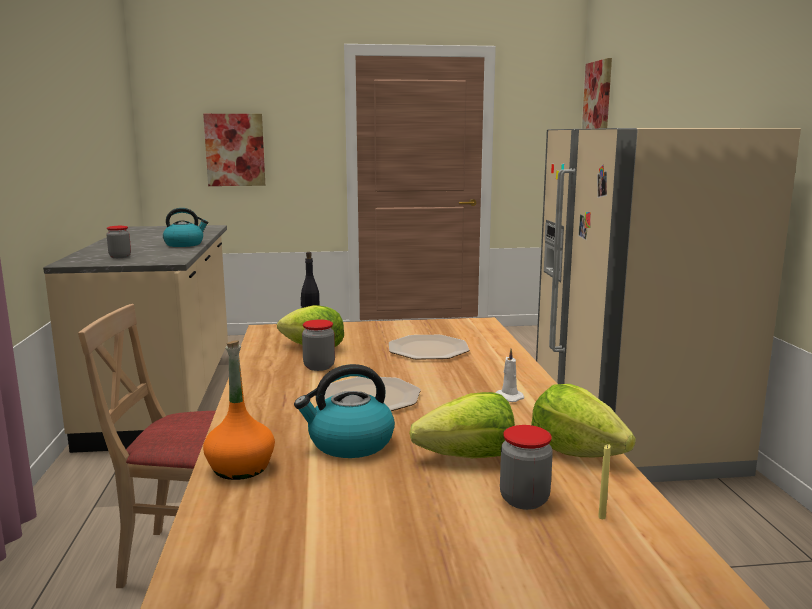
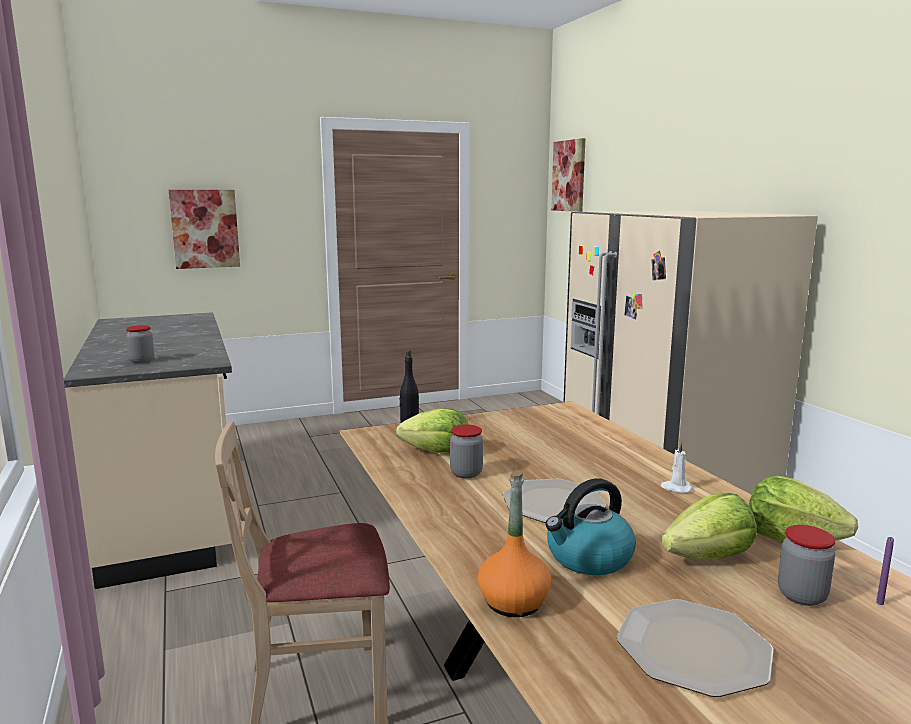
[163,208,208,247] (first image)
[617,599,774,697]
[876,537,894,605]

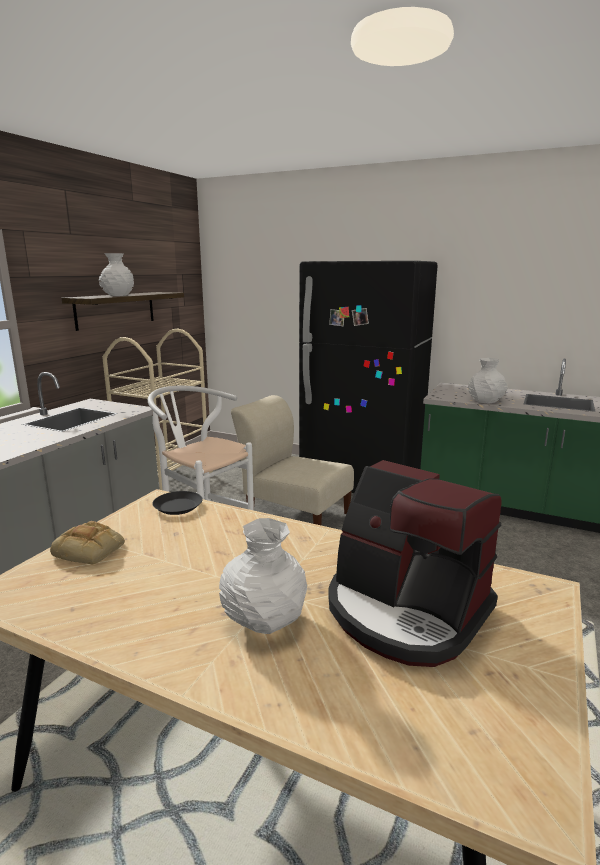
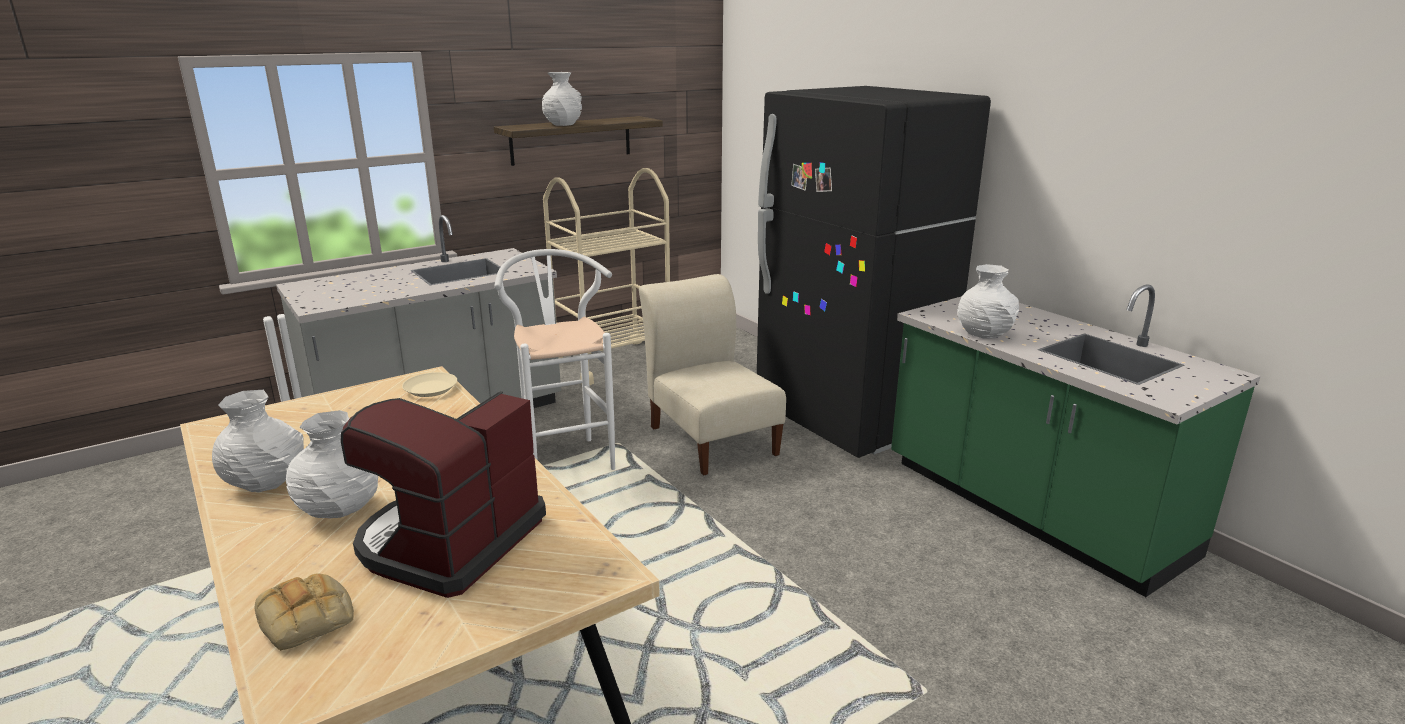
[212,390,304,492]
[254,574,354,651]
[402,372,457,397]
[341,391,546,598]

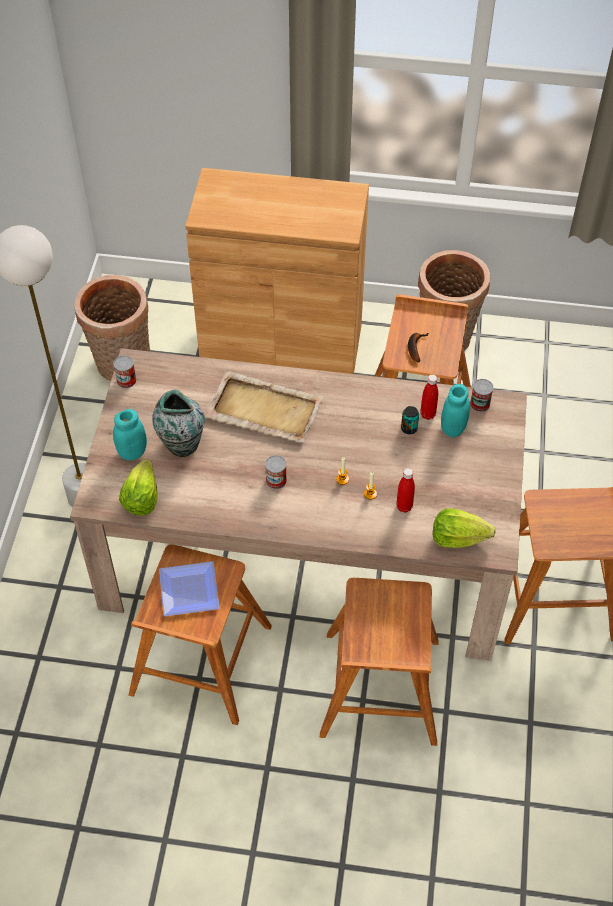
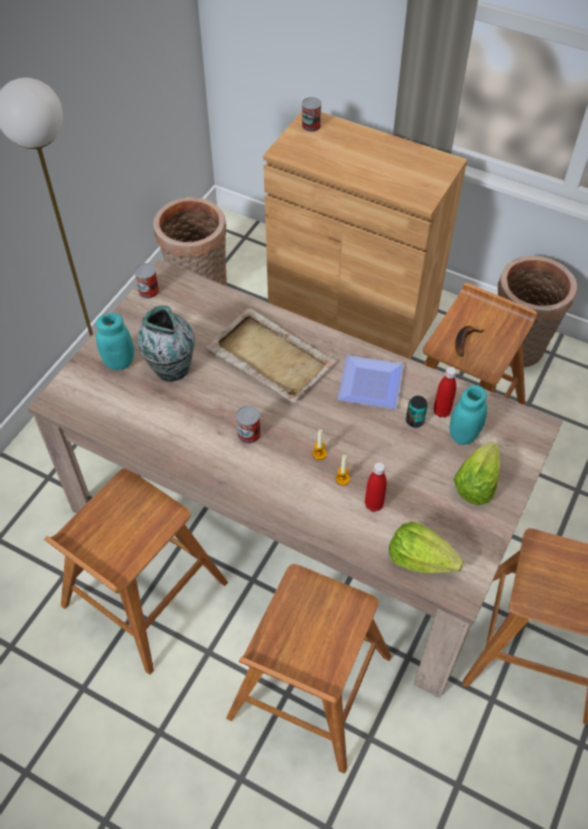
[453,442,500,505]
[338,355,404,409]
[302,97,322,132]

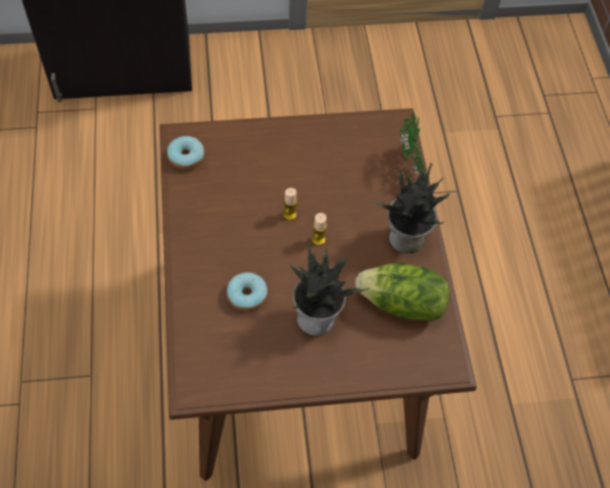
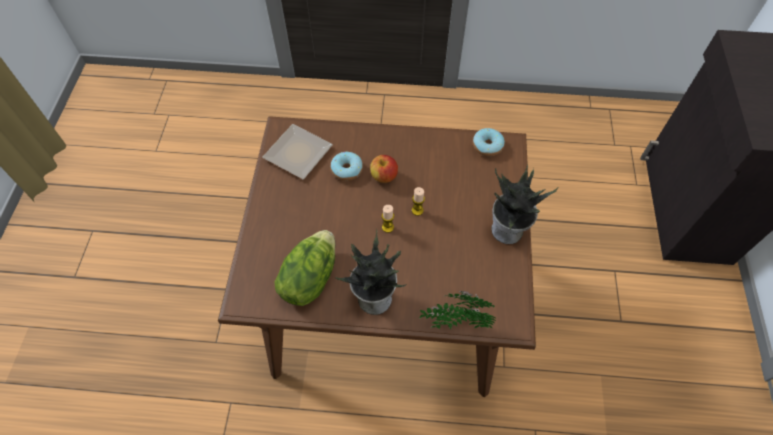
[262,124,333,179]
[370,155,398,183]
[491,164,558,244]

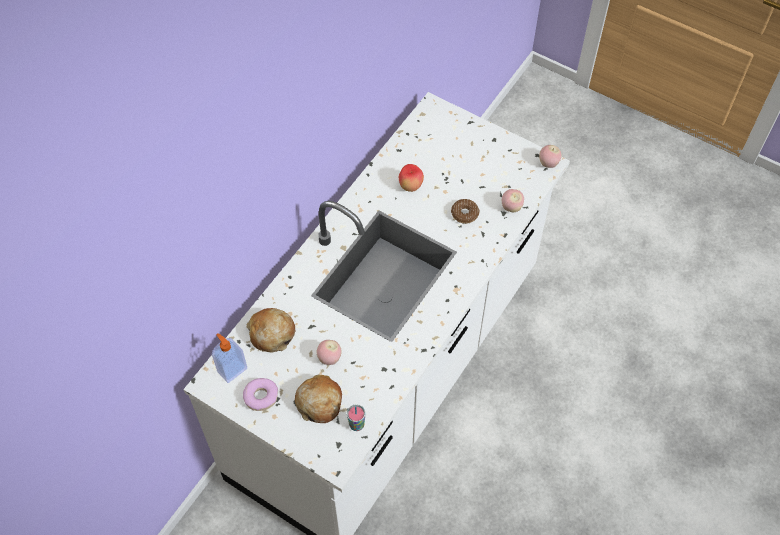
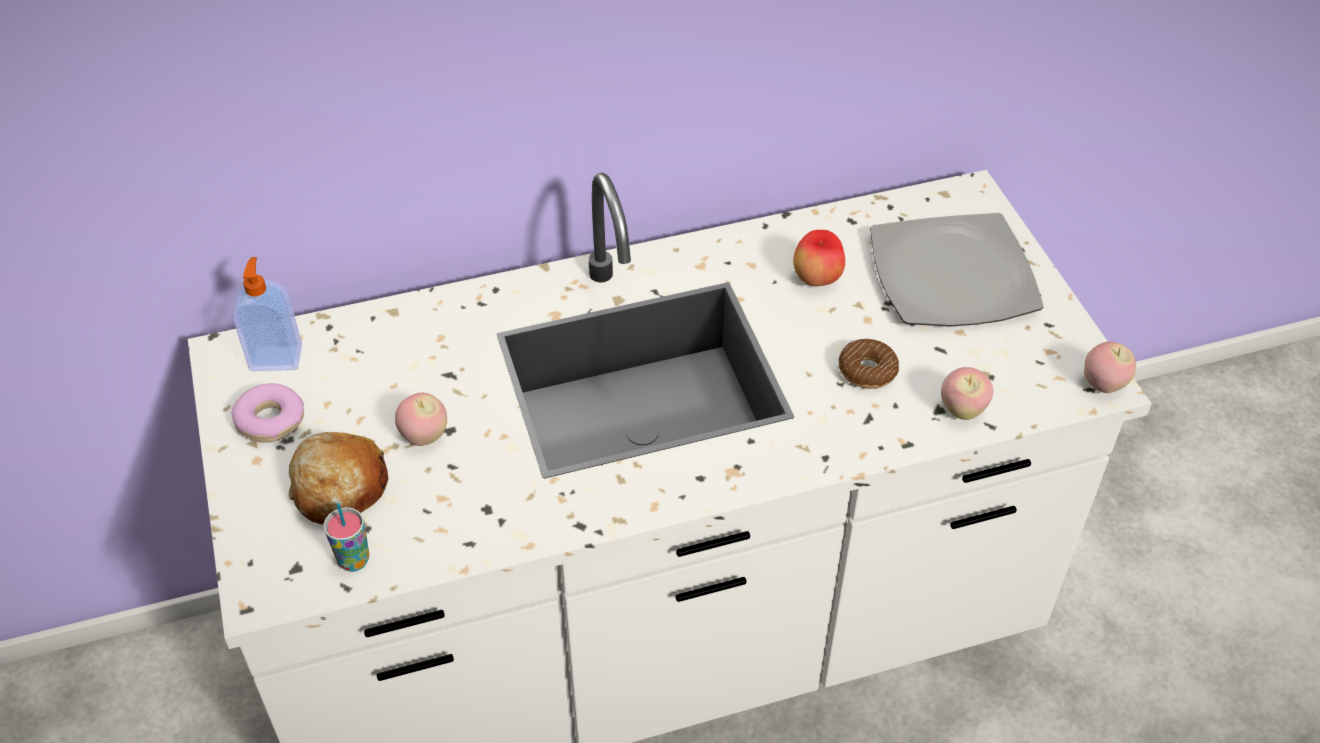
[246,308,295,352] (first image)
[870,213,1044,327]

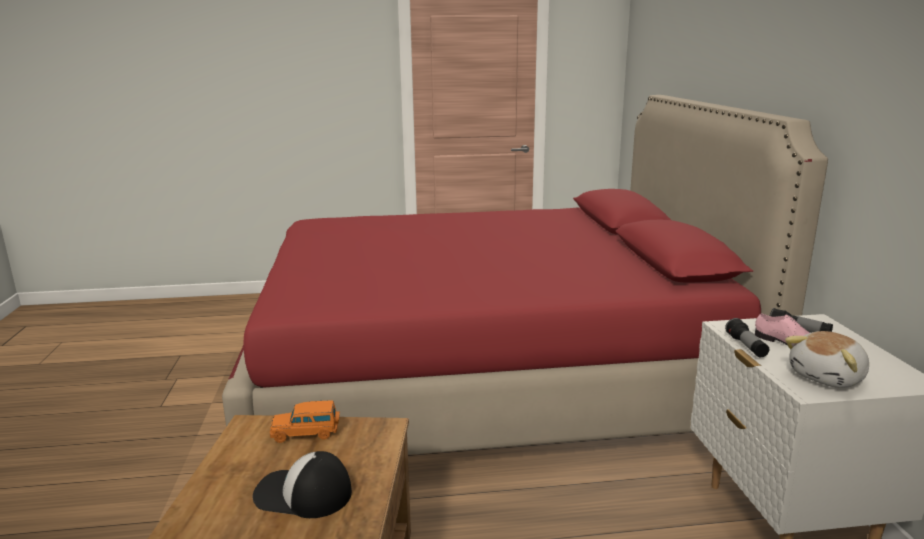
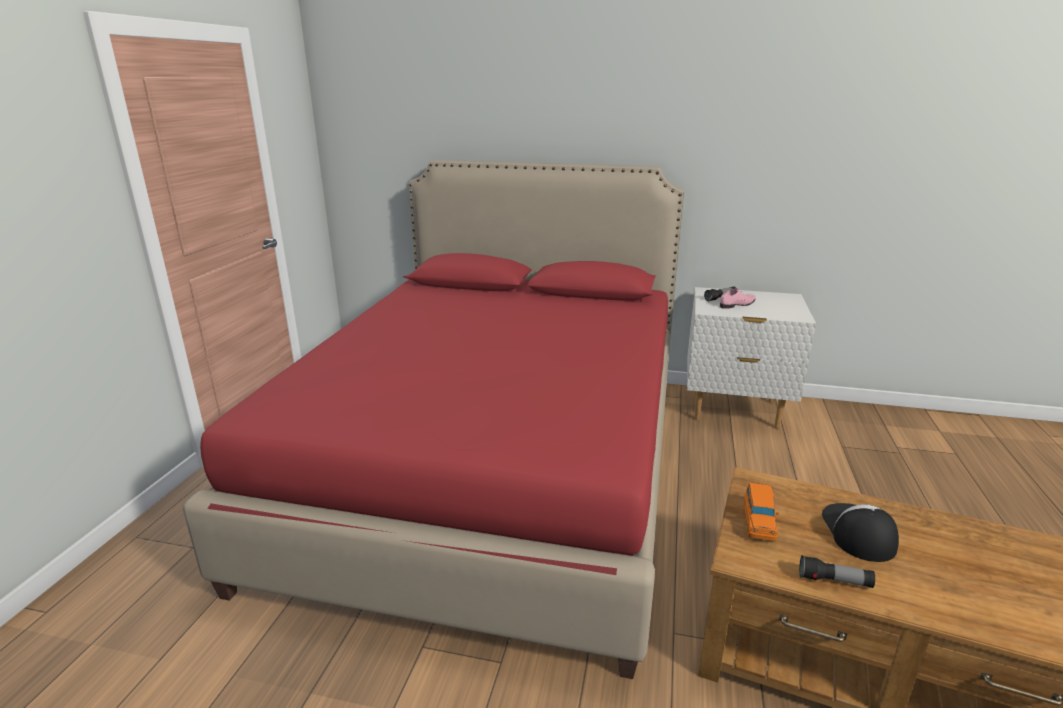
[785,331,869,388] (first image)
[799,555,875,588]
[822,503,899,562]

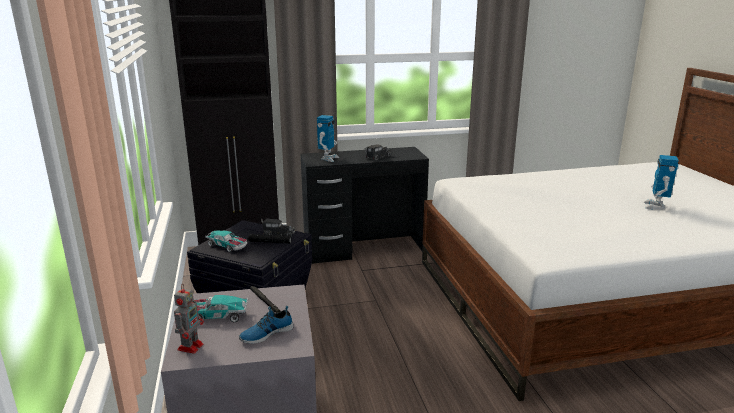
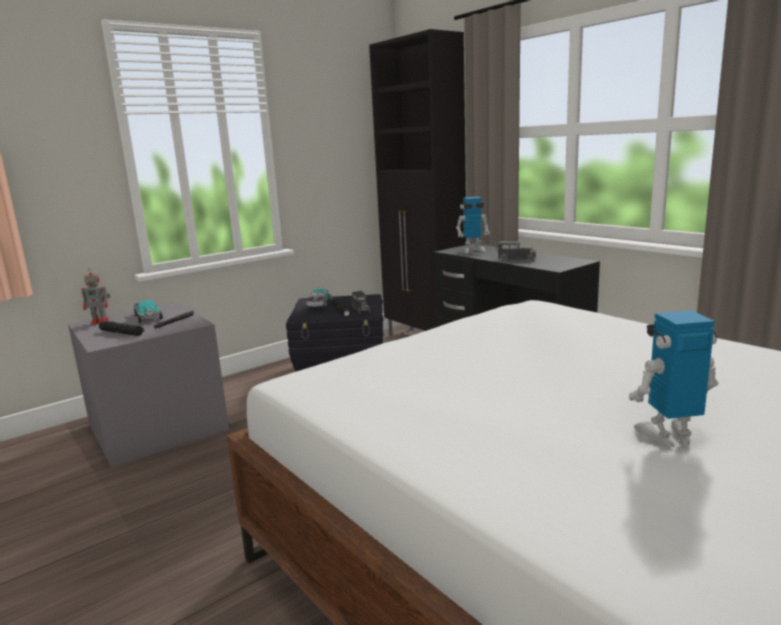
[99,321,144,336]

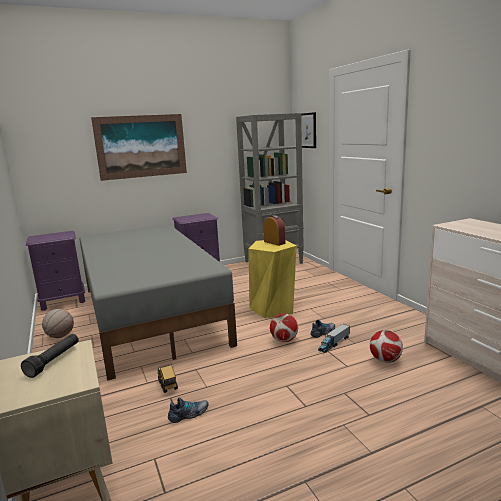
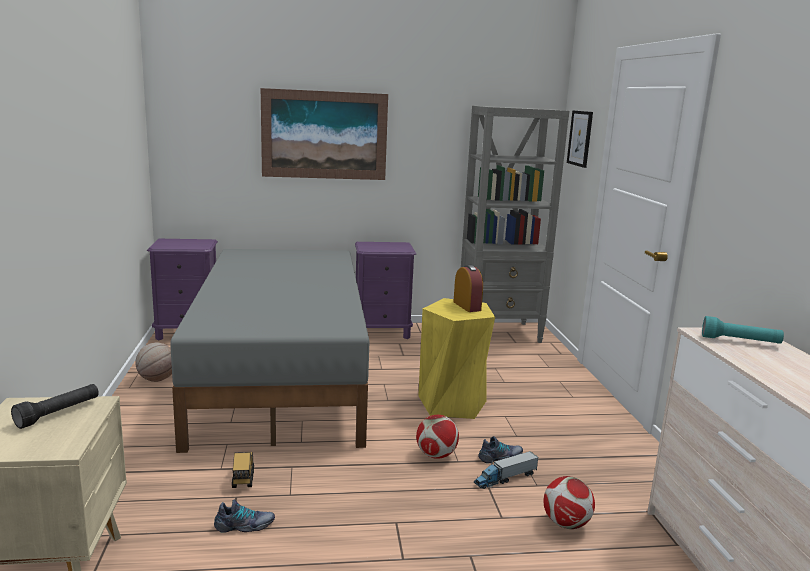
[702,316,784,344]

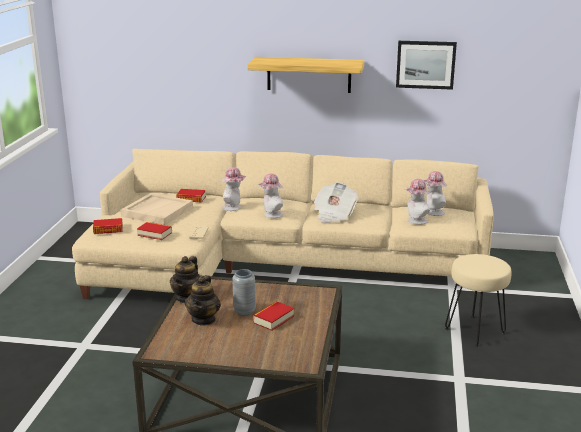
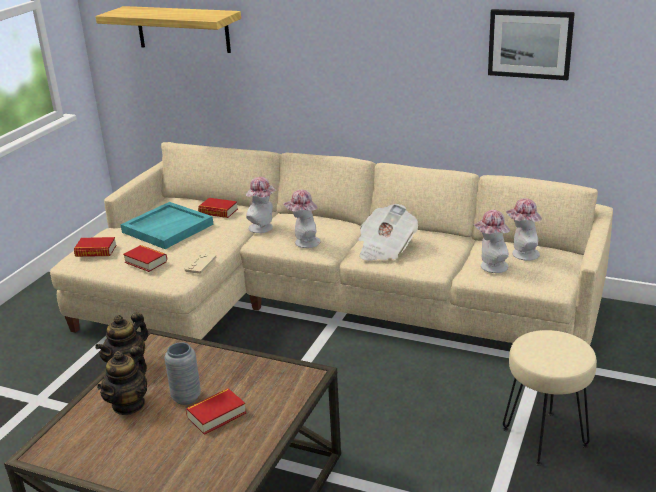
[95,6,241,53]
[120,202,213,249]

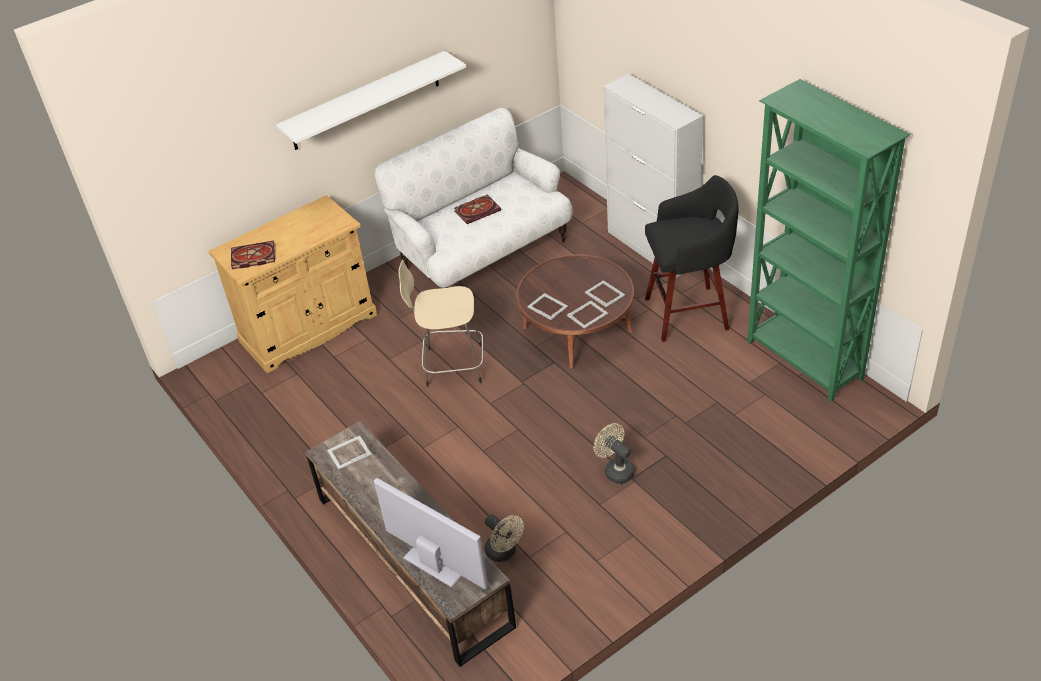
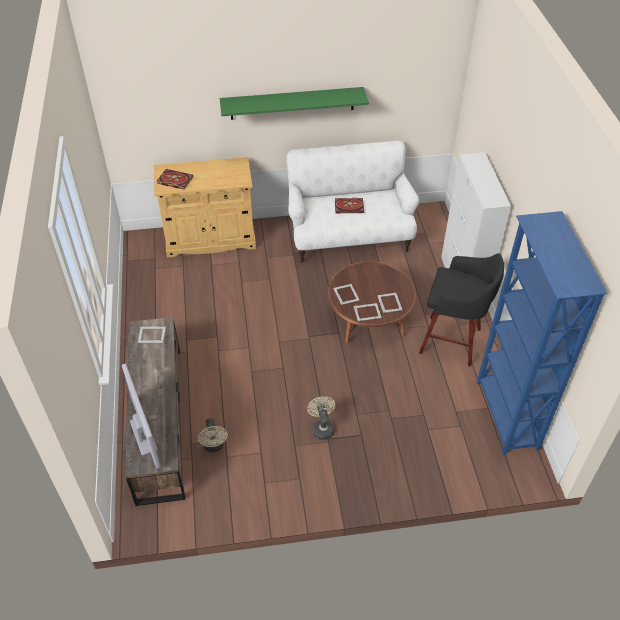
[398,260,483,387] (first image)
[220,87,369,120]
[477,211,608,455]

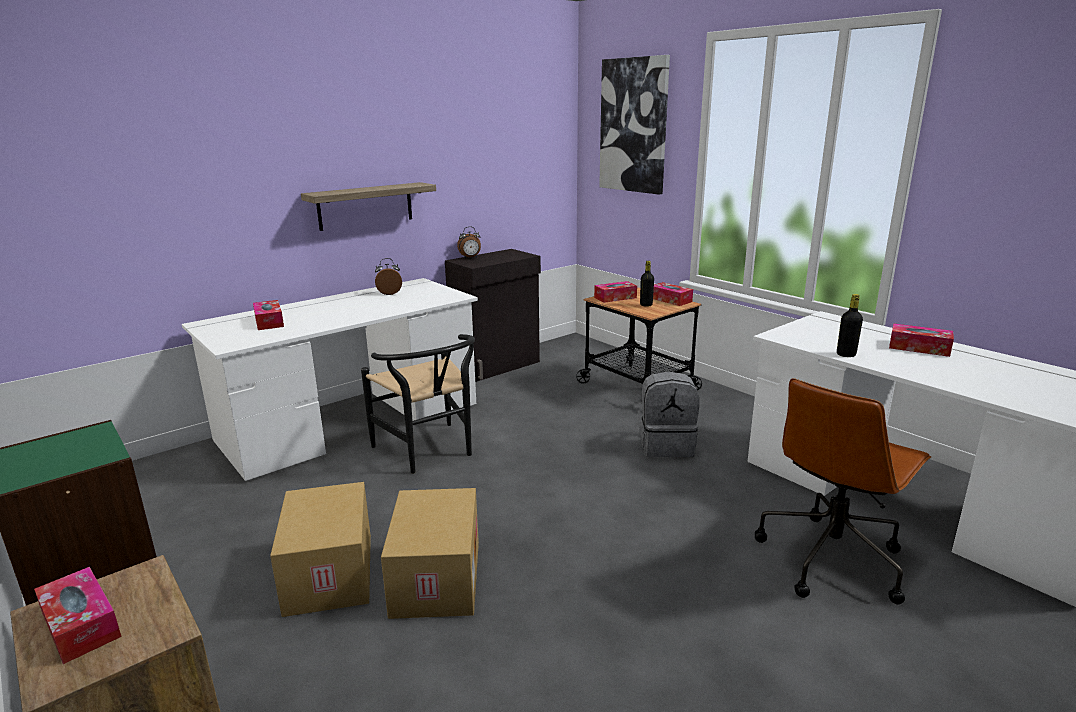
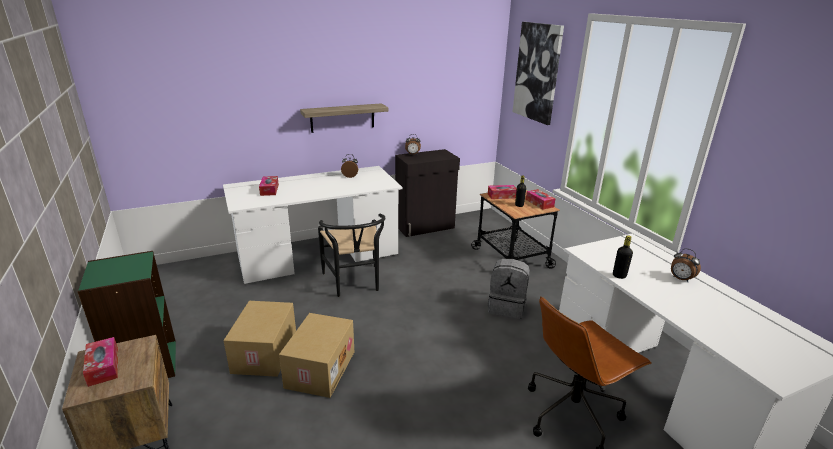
[671,248,701,282]

